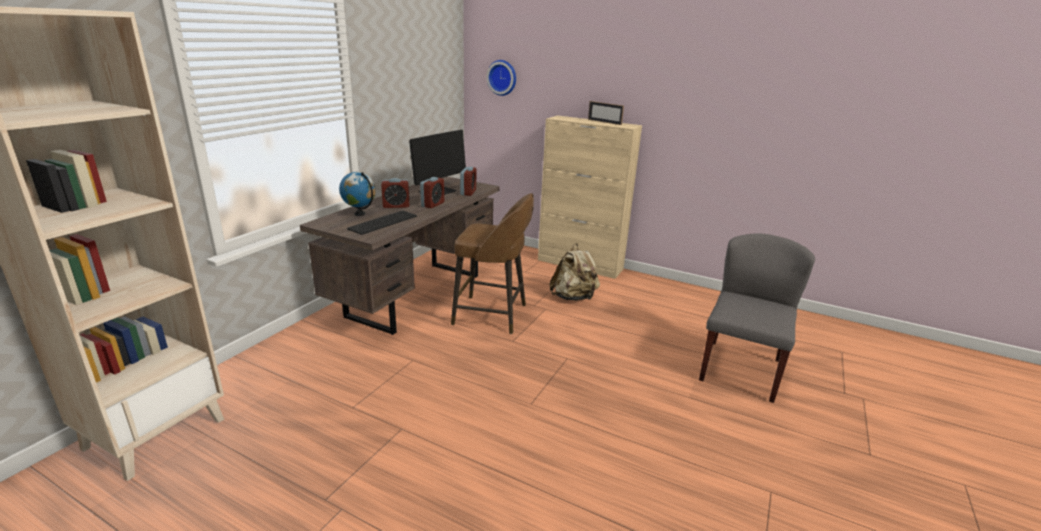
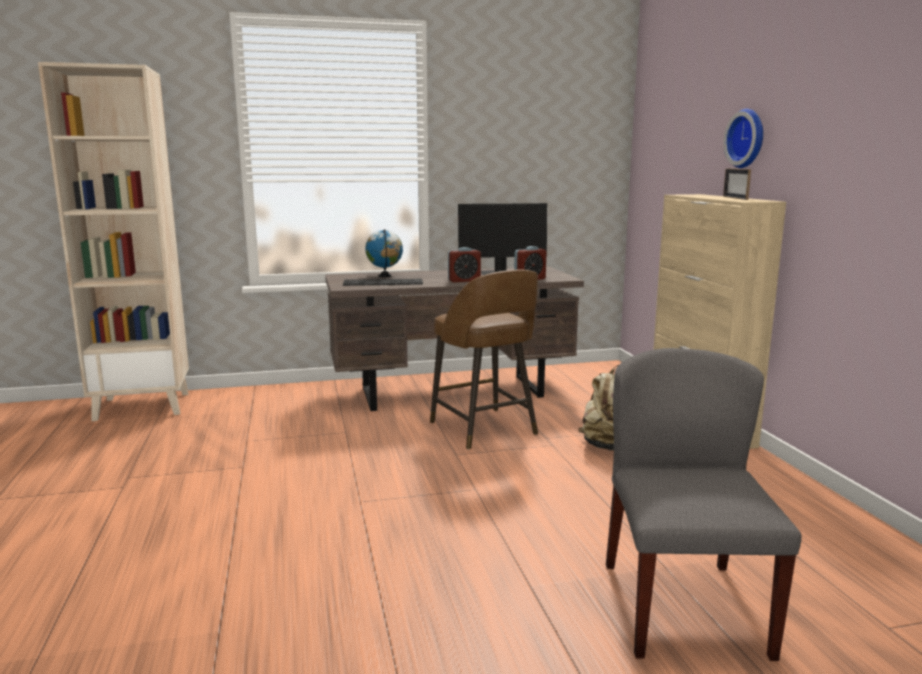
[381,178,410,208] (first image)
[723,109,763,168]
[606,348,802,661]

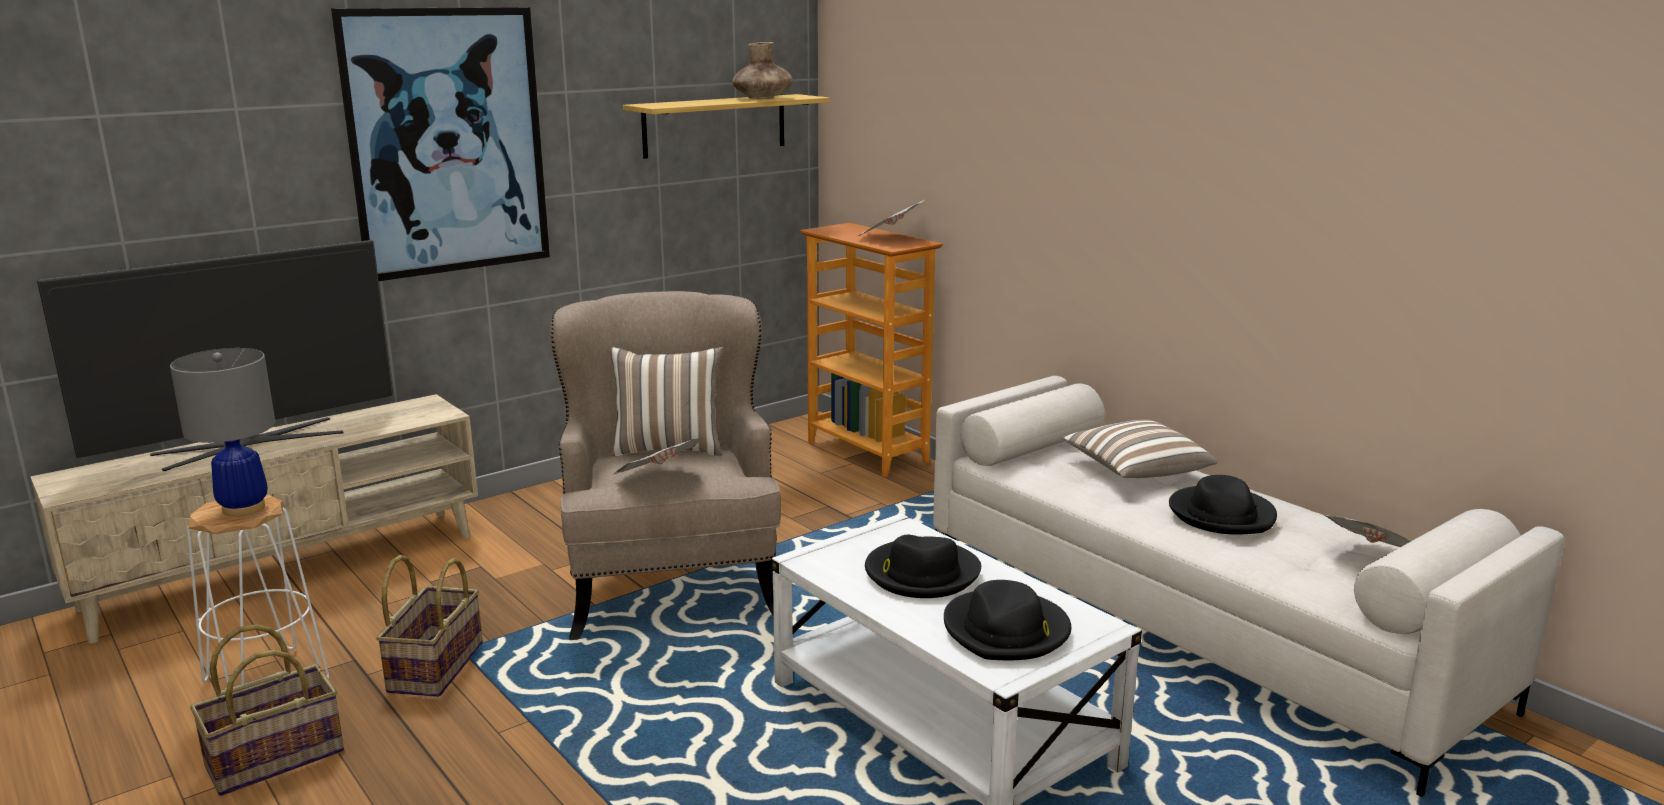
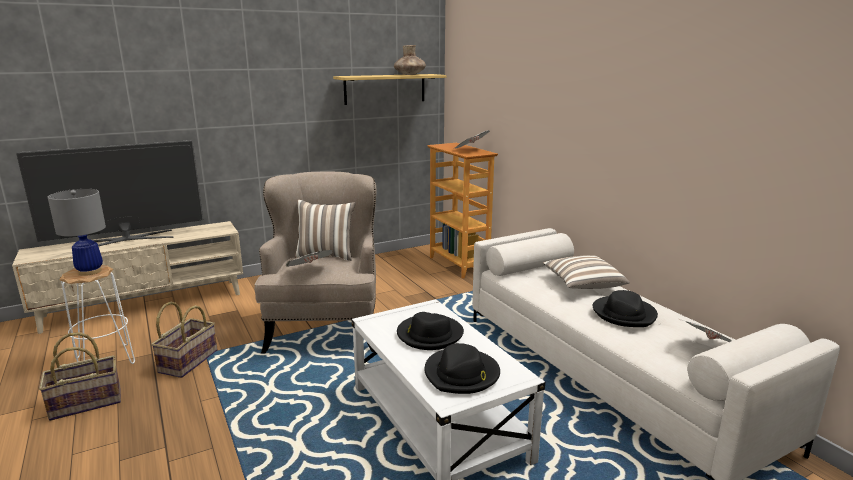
[331,7,550,281] (first image)

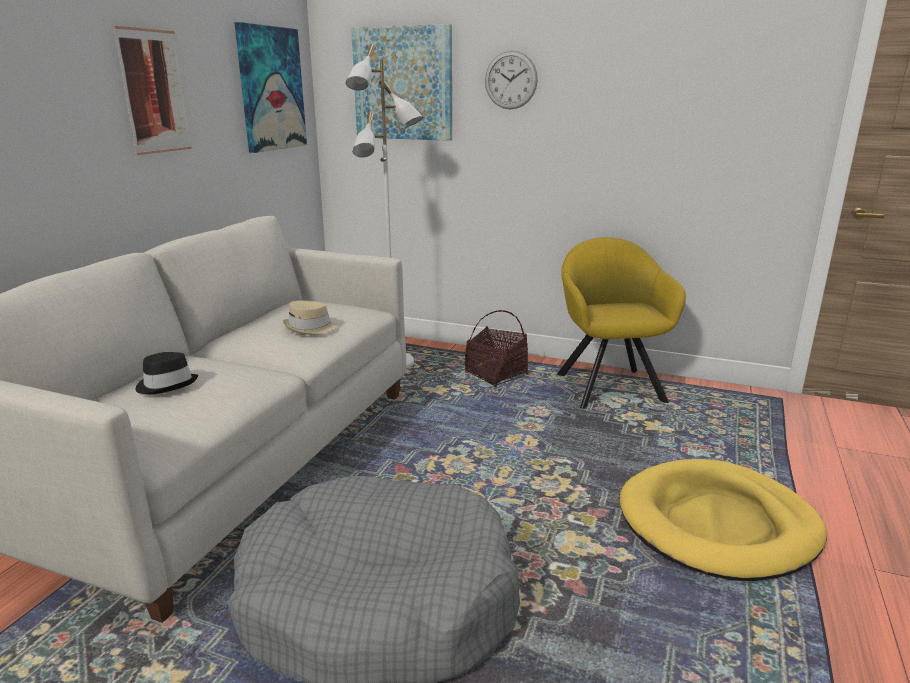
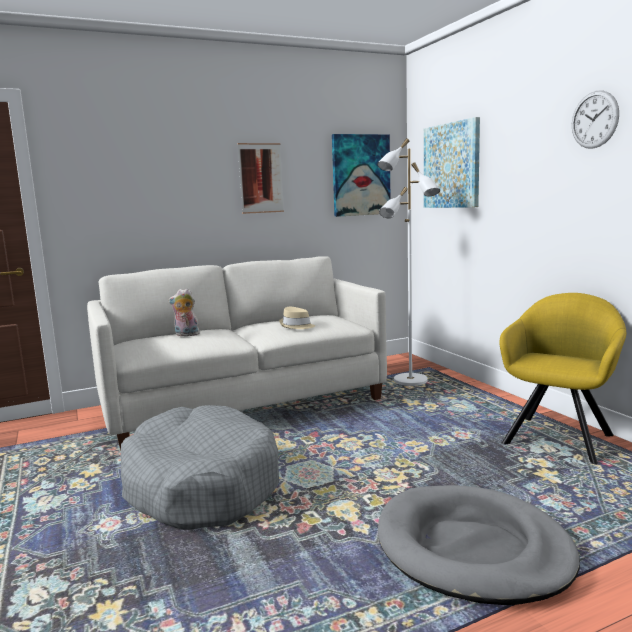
[465,310,528,387] (first image)
[572,90,619,149]
[168,288,200,336]
[378,485,580,605]

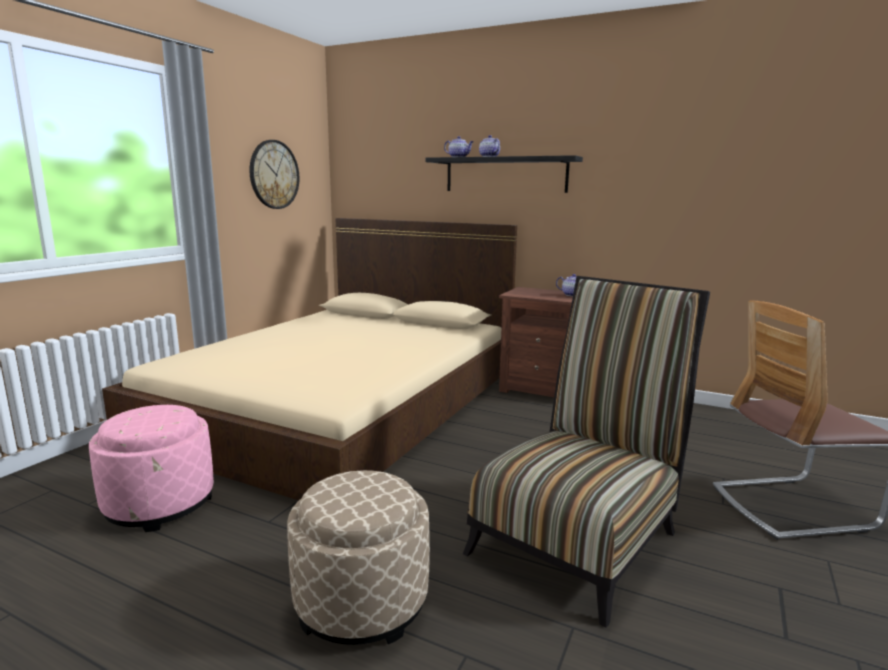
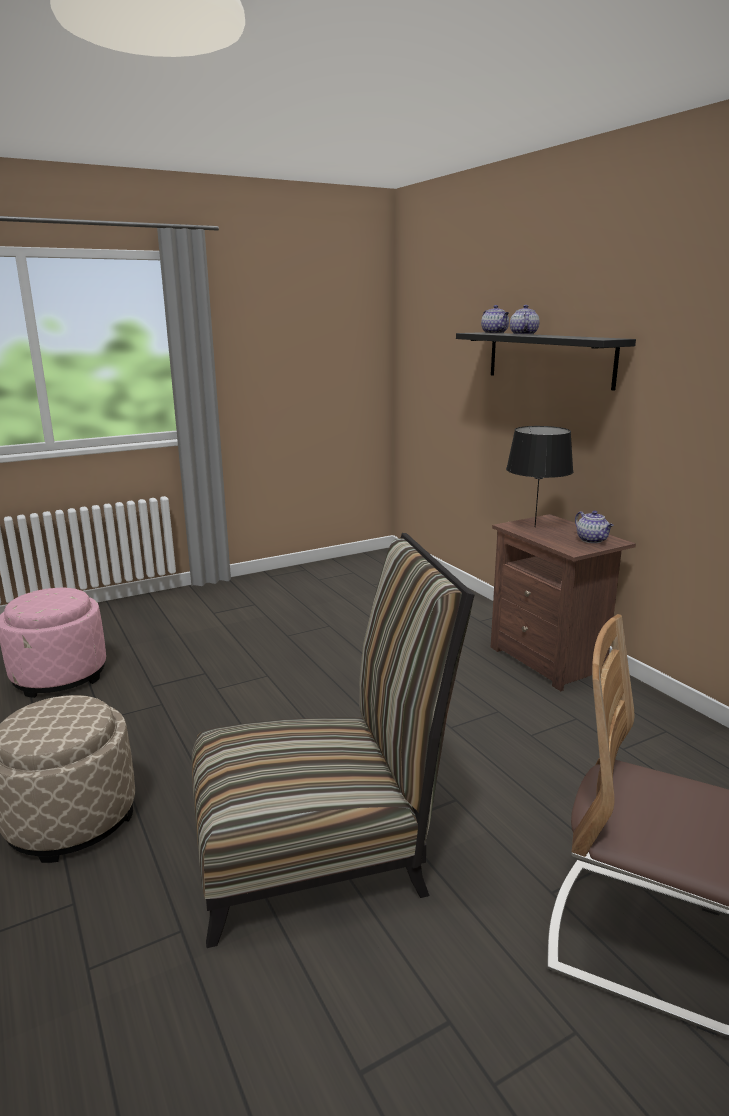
[102,218,517,500] (first image)
[249,140,299,209] (first image)
[506,426,574,527]

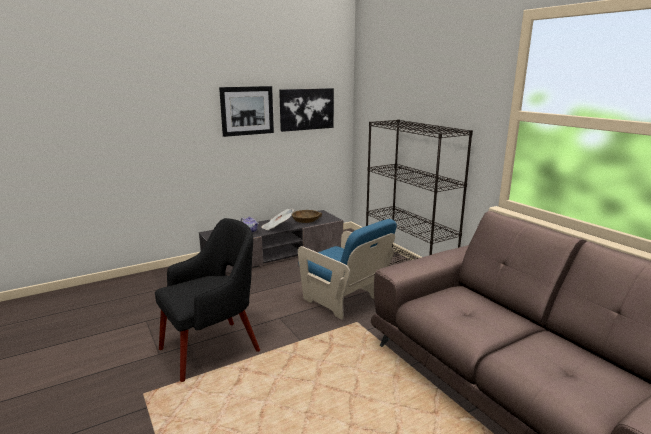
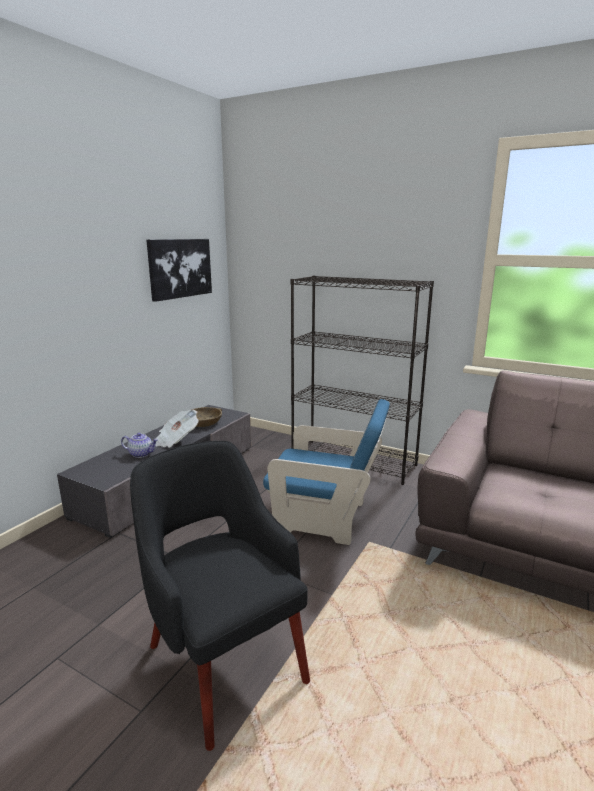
[219,86,274,137] (first image)
[130,441,310,751]

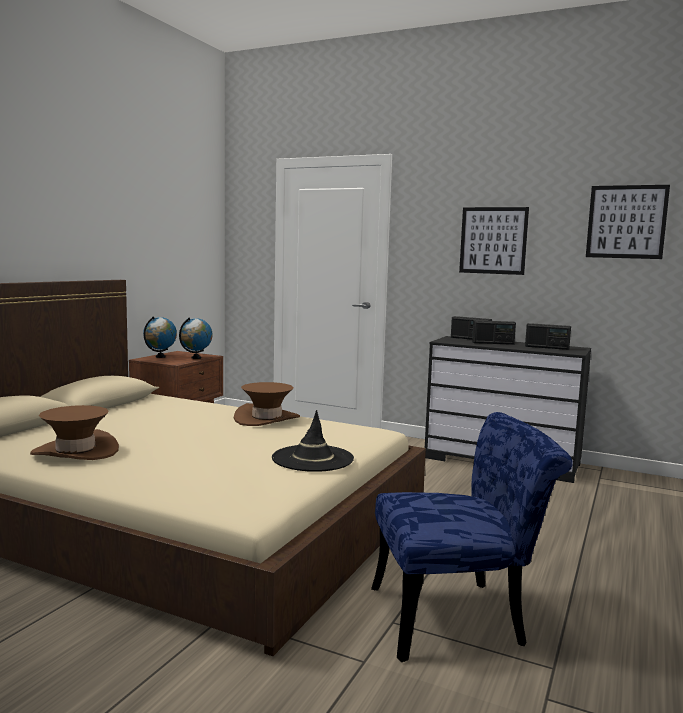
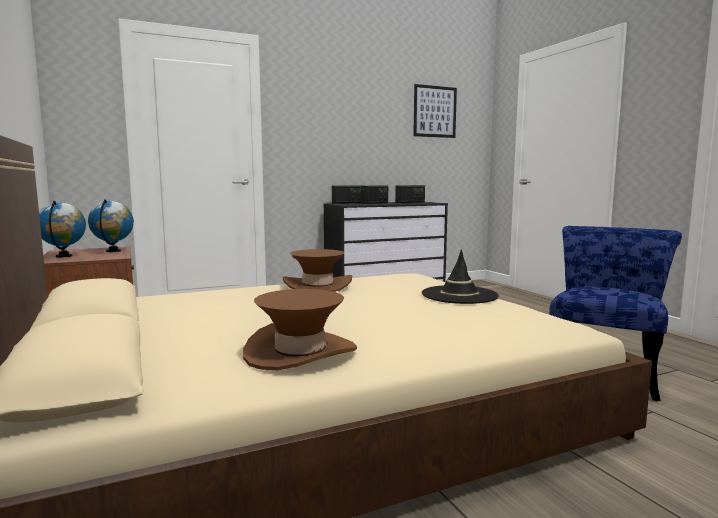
[459,207,529,275] (first image)

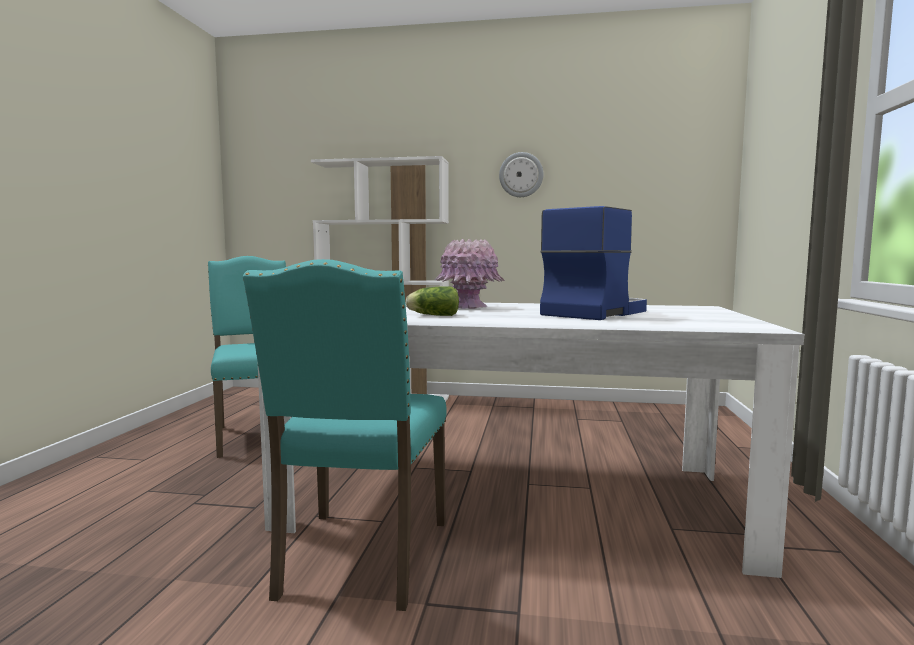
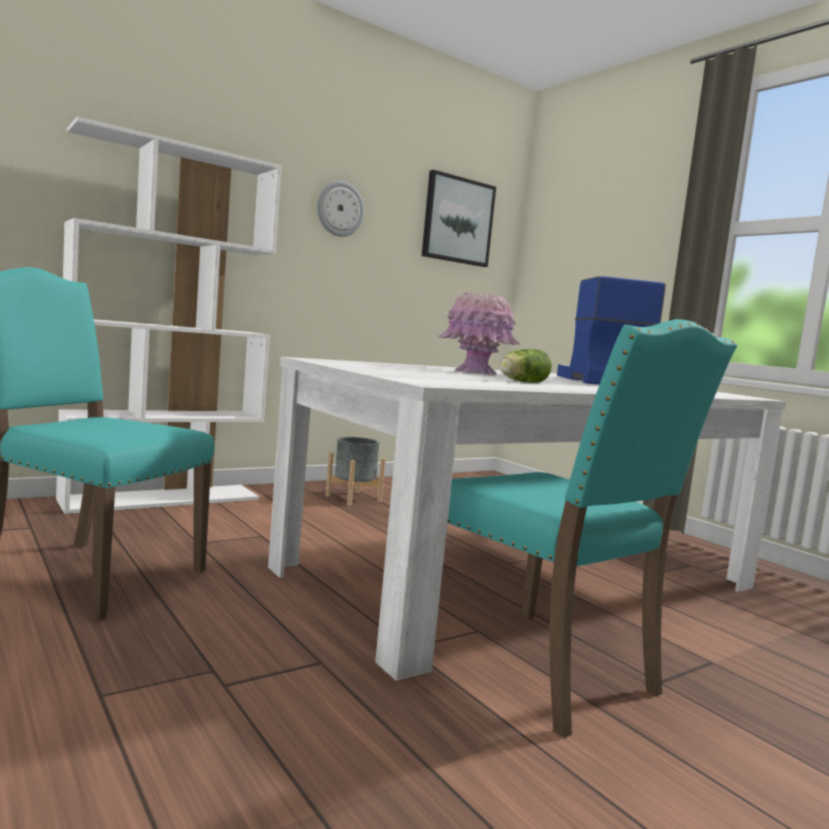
[326,437,386,506]
[422,170,496,267]

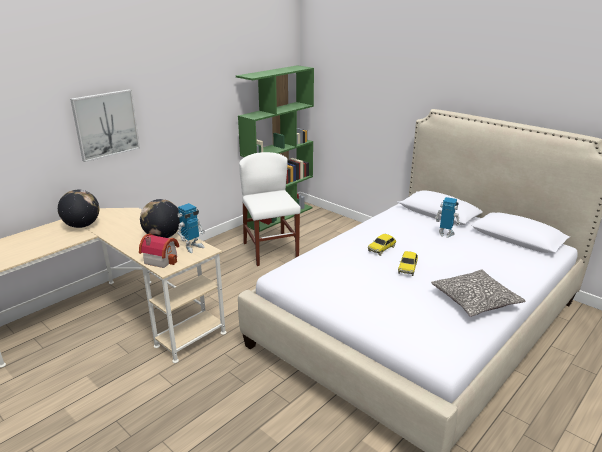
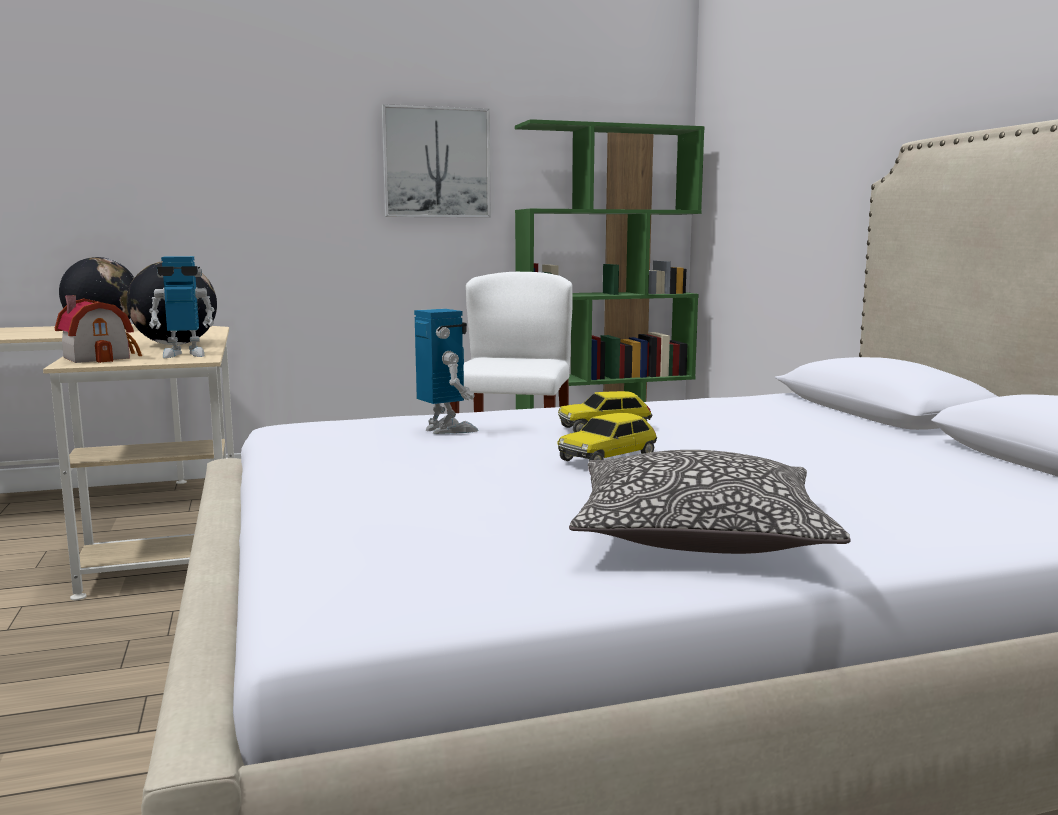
[382,104,491,218]
[414,309,479,434]

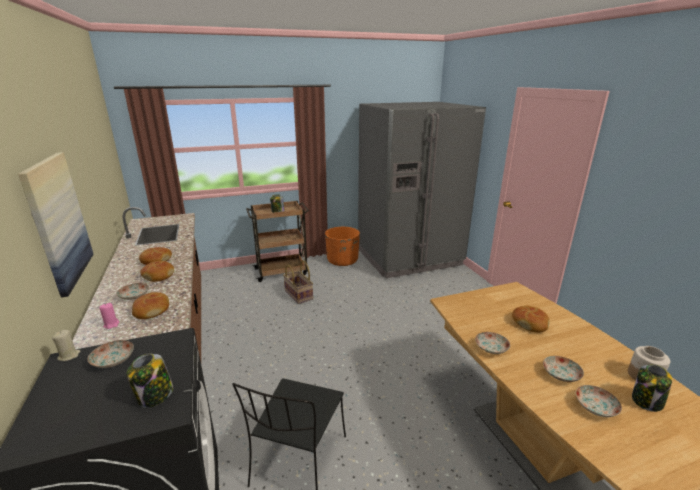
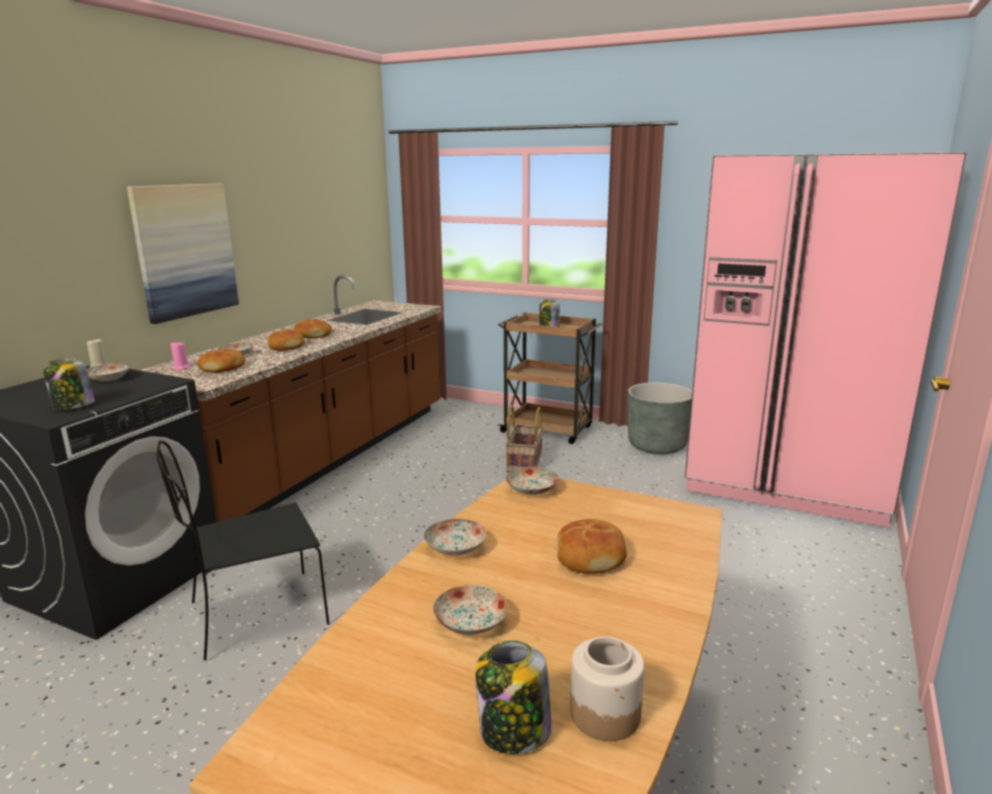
[506,467,559,495]
[628,382,692,454]
[685,152,966,528]

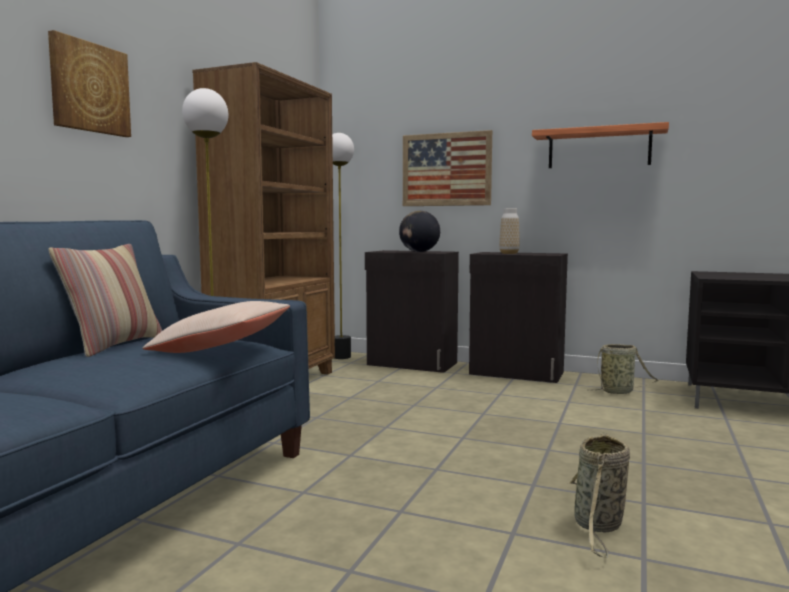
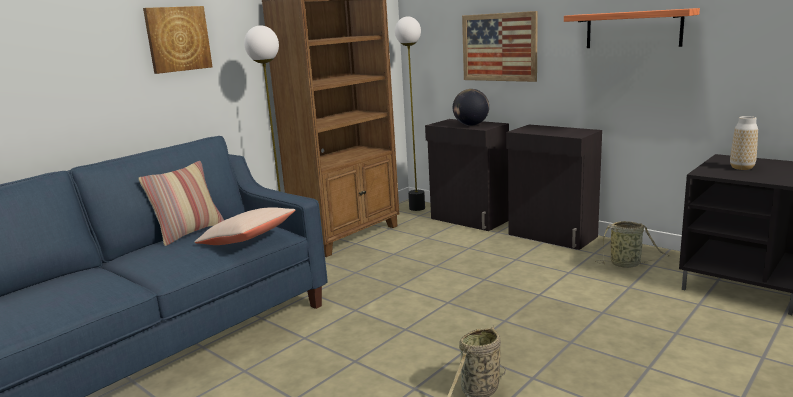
[730,116,758,170]

